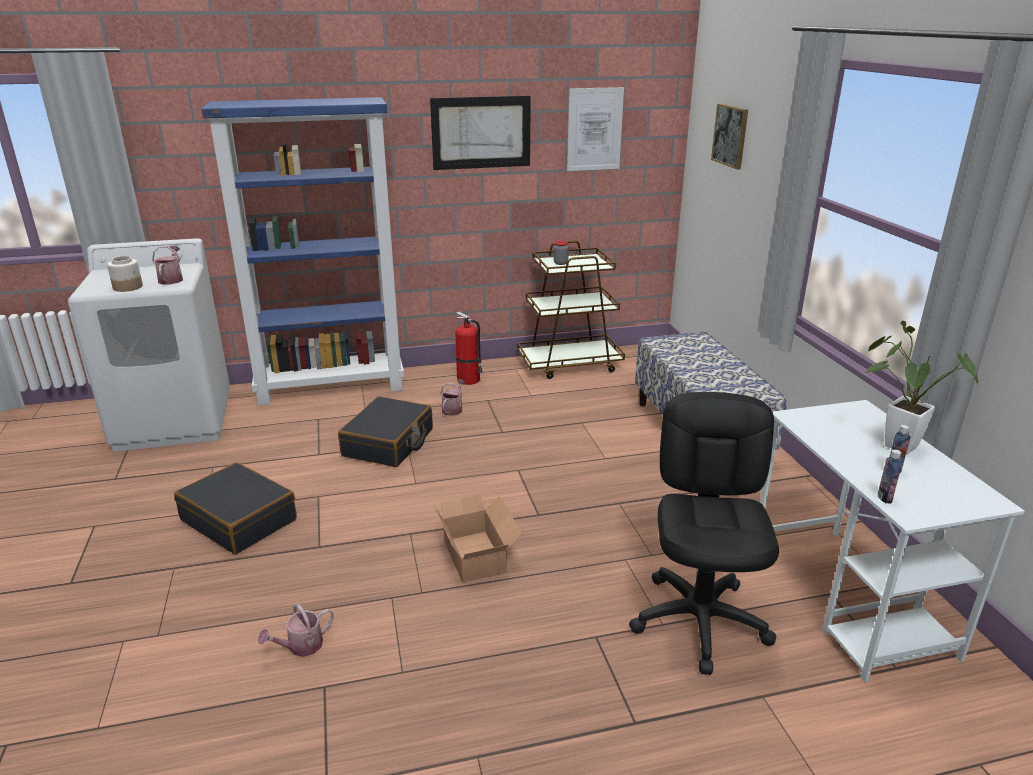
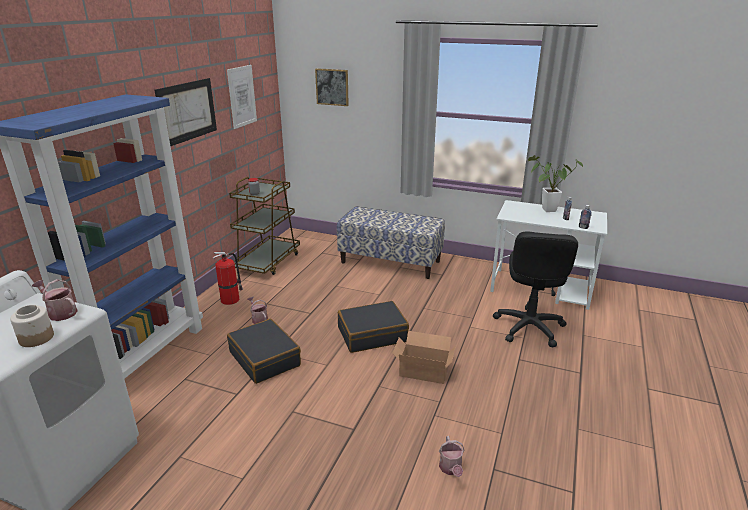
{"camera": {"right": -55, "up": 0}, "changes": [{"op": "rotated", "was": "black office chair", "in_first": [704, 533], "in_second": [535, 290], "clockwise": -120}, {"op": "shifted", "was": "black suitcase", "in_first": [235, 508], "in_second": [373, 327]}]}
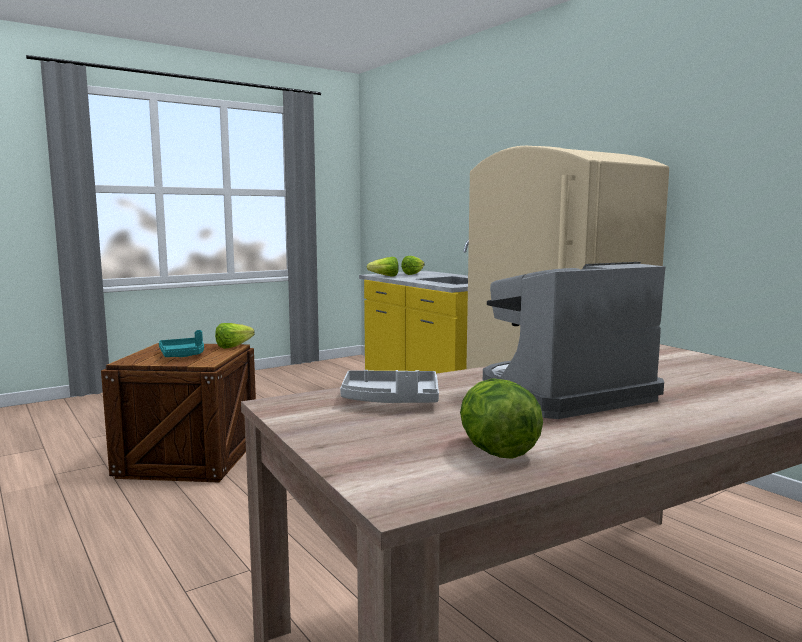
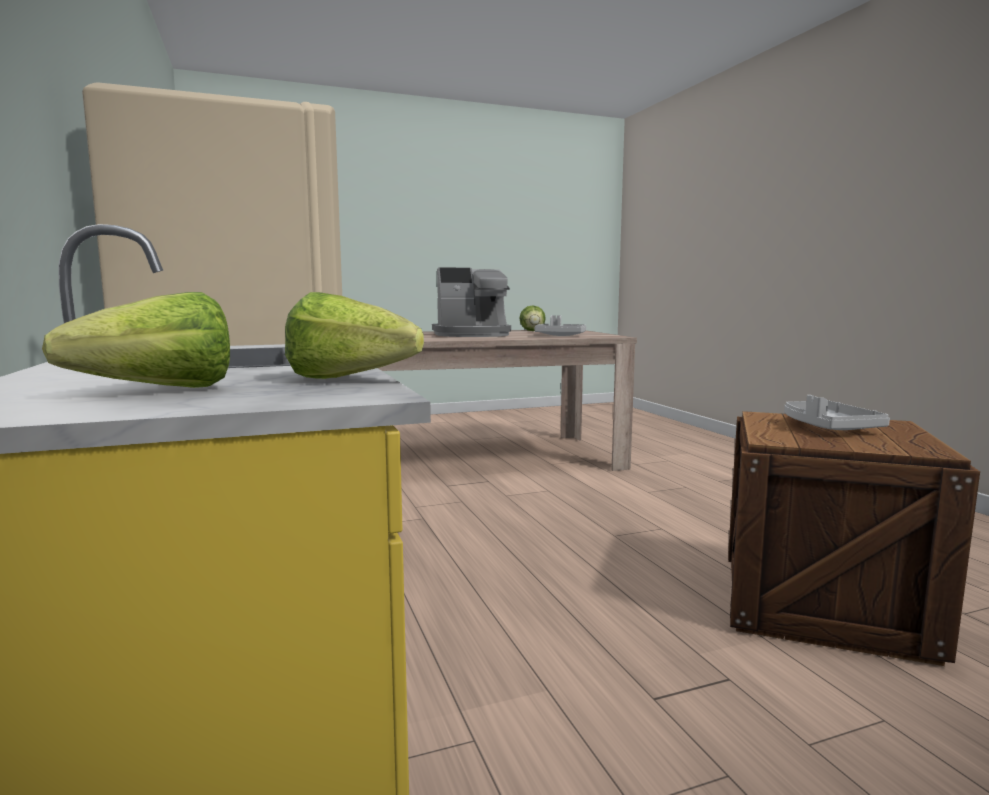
{"camera": {"right": -165, "up": 0}, "changes": [{"op": "gone", "was": "lettuce", "in_first": [235, 336]}, {"op": "repainted", "was": "turquoise tray", "now": "grey tray", "in_first": [181, 343], "in_second": [837, 412]}]}
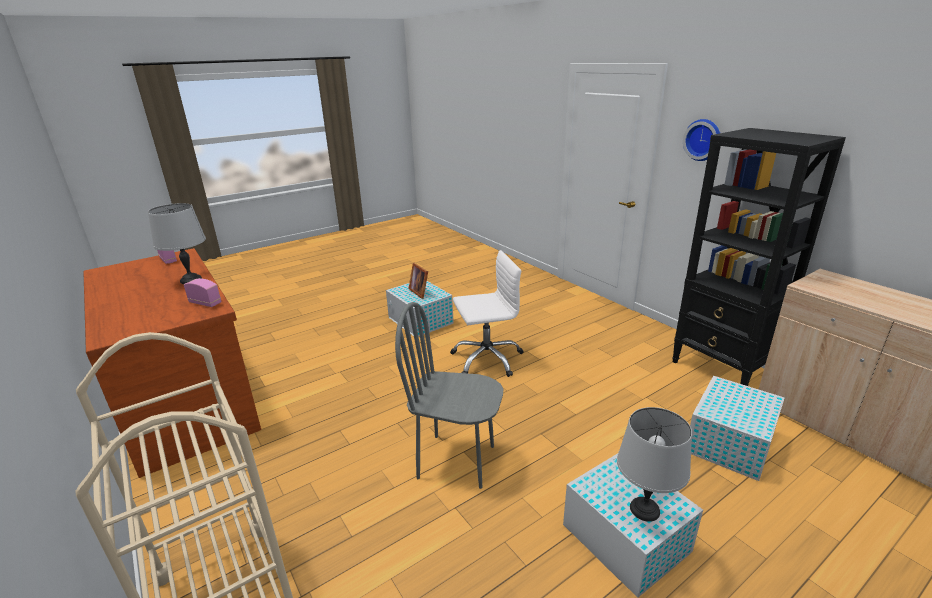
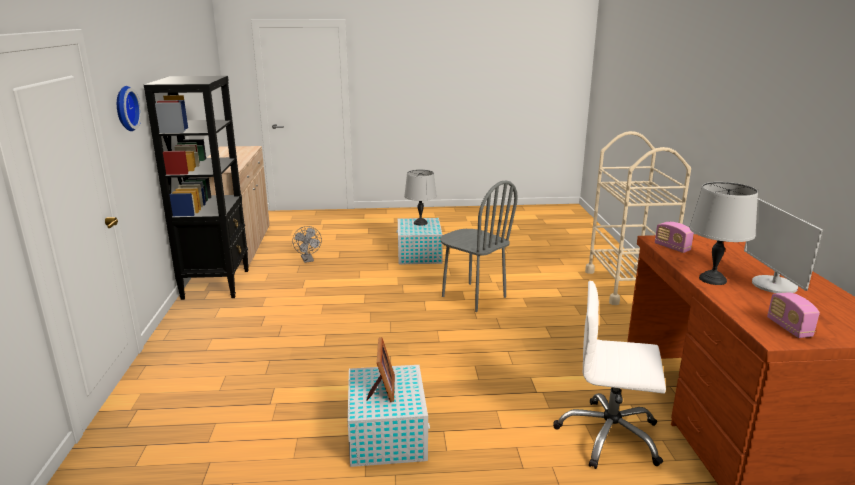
{"camera": {"right": -150, "up": -5}, "changes": [{"op": "shifted", "was": "white office chair", "in_first": [486, 313], "in_second": [609, 375]}, {"op": "swapped", "was": "white storage box", "now": "grey fan", "in_first": [737, 428], "in_second": [307, 244]}, {"op": "new", "now": "monitor", "in_second": [783, 245]}]}
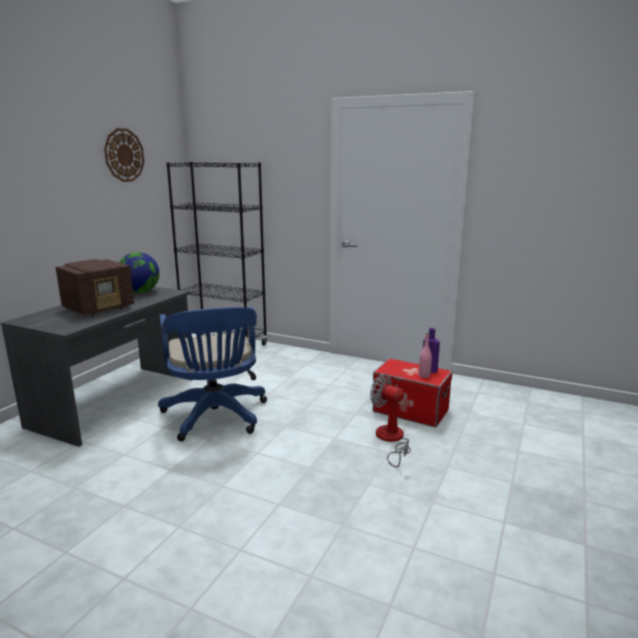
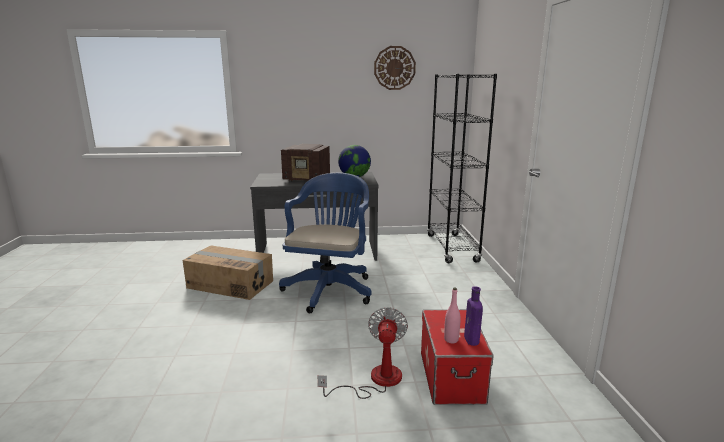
{"camera": {"right": 60, "up": 0}, "changes": [{"op": "rotated", "was": "blue office chair", "in_first": [212, 374], "in_second": [325, 243], "clockwise": 150}, {"op": "new", "now": "cardboard box", "in_second": [228, 272]}]}
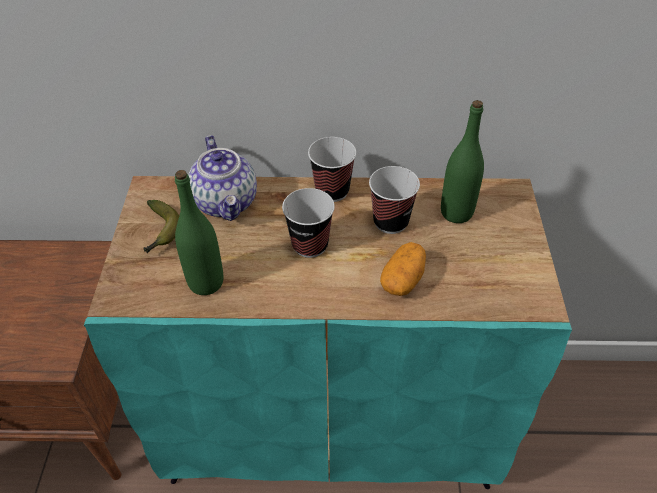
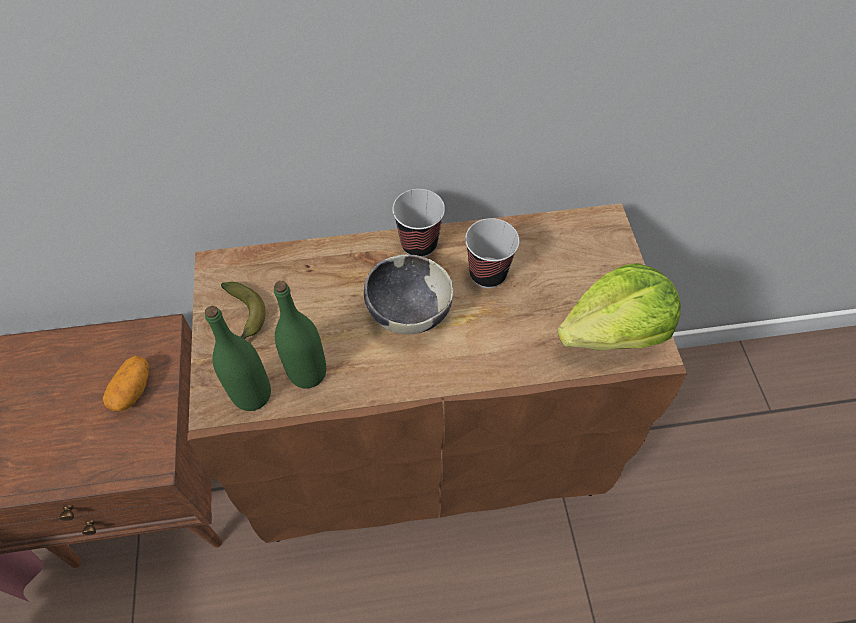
{"camera": {"right": -10, "up": 10}, "changes": [{"op": "shifted", "was": "green bottle", "in_first": [462, 161], "in_second": [238, 358]}, {"op": "gone", "was": "teapot", "in_first": [222, 178]}, {"op": "repainted", "was": "turquoise cabinet", "now": "brown cabinet", "in_first": [328, 332], "in_second": [437, 373]}, {"op": "swapped", "was": "cup", "now": "bowl", "in_first": [308, 223], "in_second": [408, 294]}, {"op": "shifted", "was": "potato", "in_first": [403, 269], "in_second": [126, 383]}, {"op": "new", "now": "lettuce", "in_second": [619, 306]}]}
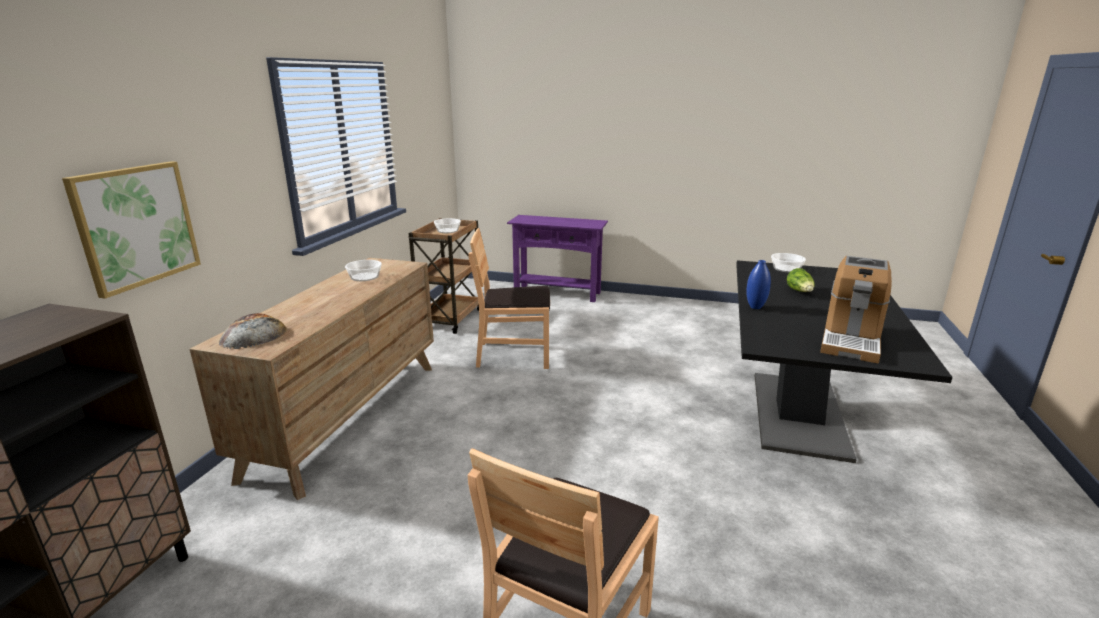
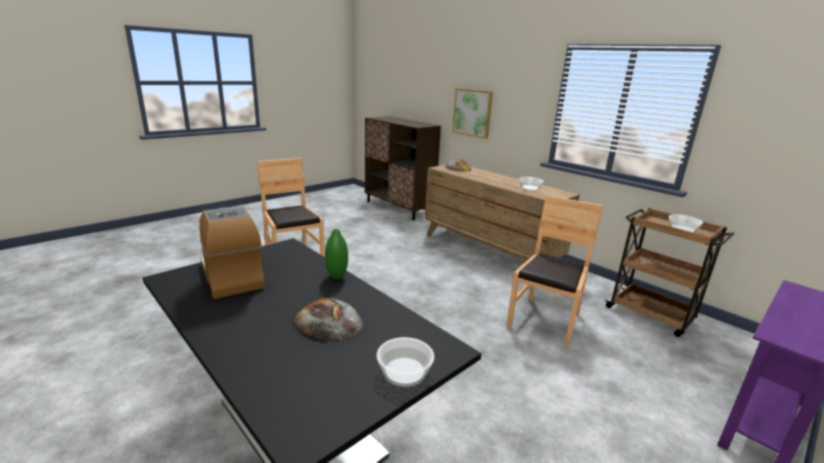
{"camera": {"right": 120, "up": 0}, "changes": [{"op": "repainted", "was": "blue vase", "now": "green vase", "in_first": [758, 284], "in_second": [336, 254]}, {"op": "swapped", "was": "lettuce", "now": "bread", "in_first": [801, 280], "in_second": [329, 319]}]}
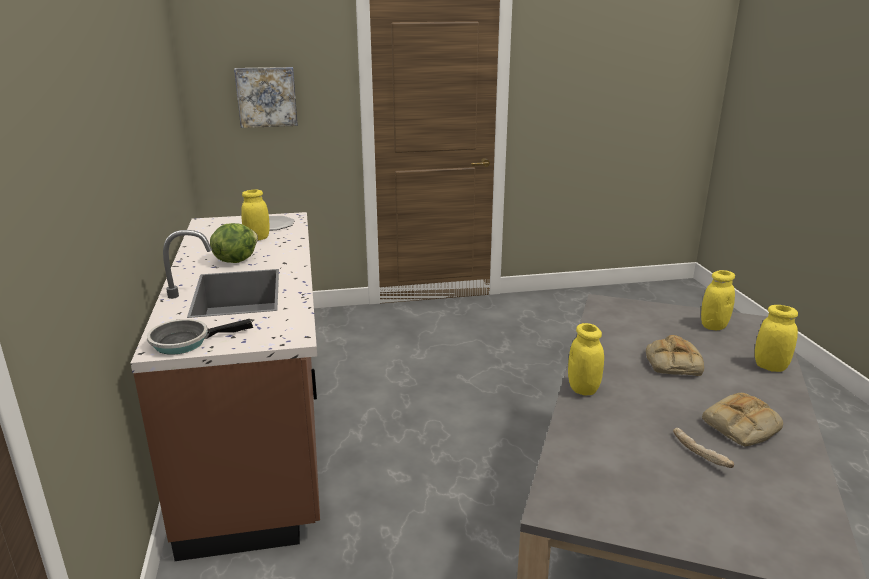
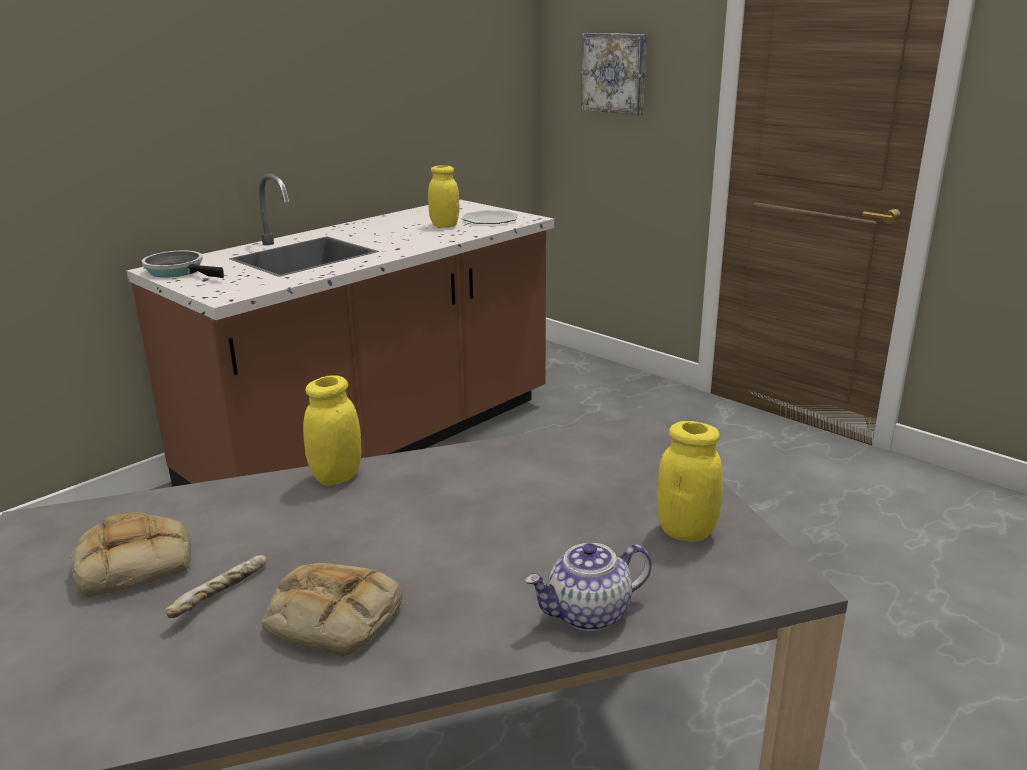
{"camera": {"right": 55, "up": 0}, "changes": [{"op": "gone", "was": "lettuce", "in_first": [234, 243]}, {"op": "swapped", "was": "yellow jar", "now": "teapot", "in_first": [776, 338], "in_second": [588, 587]}, {"op": "shifted", "was": "bread", "in_first": [675, 355], "in_second": [130, 555]}]}
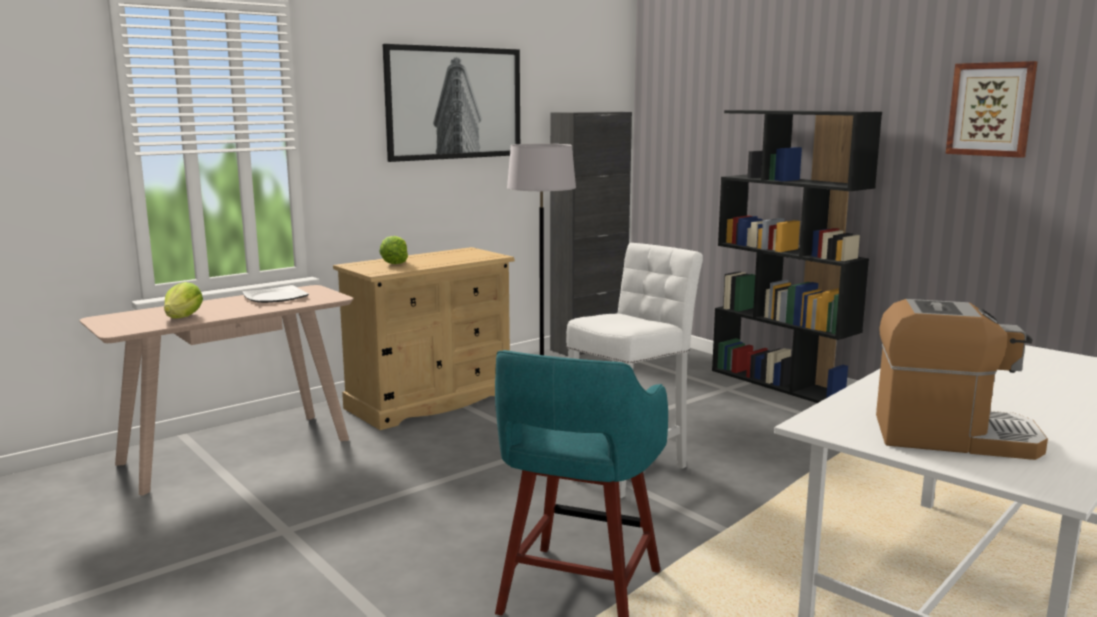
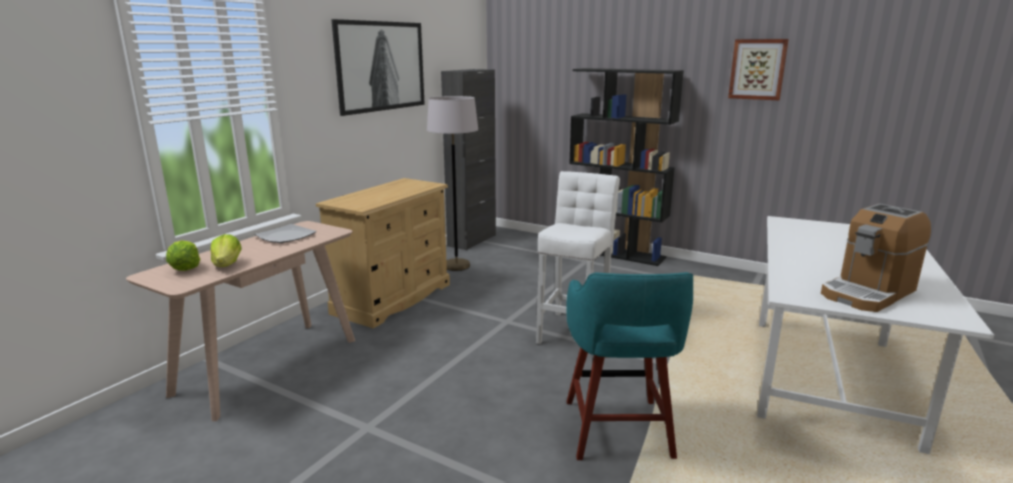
{"camera": {"right": -20, "up": 5}, "changes": [{"op": "shifted", "was": "lettuce", "in_first": [393, 250], "in_second": [183, 255]}, {"op": "rotated", "was": "coffee machine", "in_first": [962, 379], "in_second": [876, 257], "clockwise": 150}]}
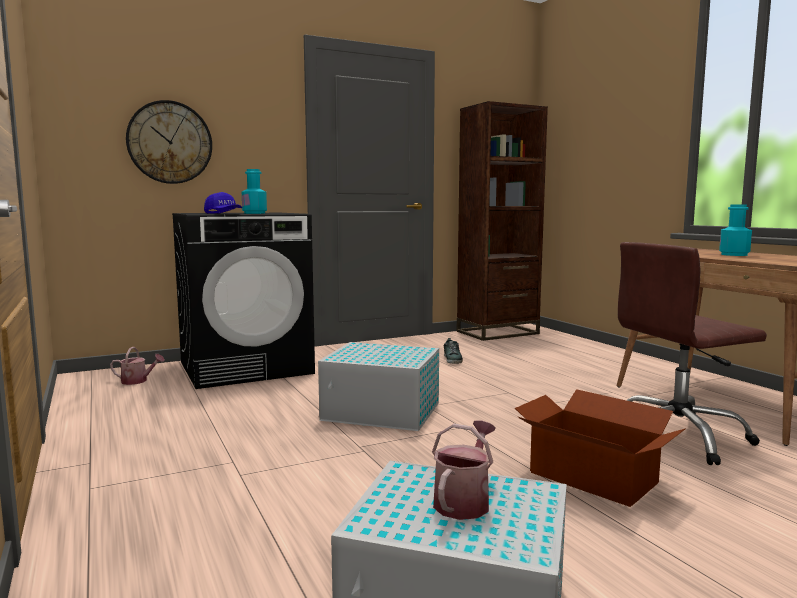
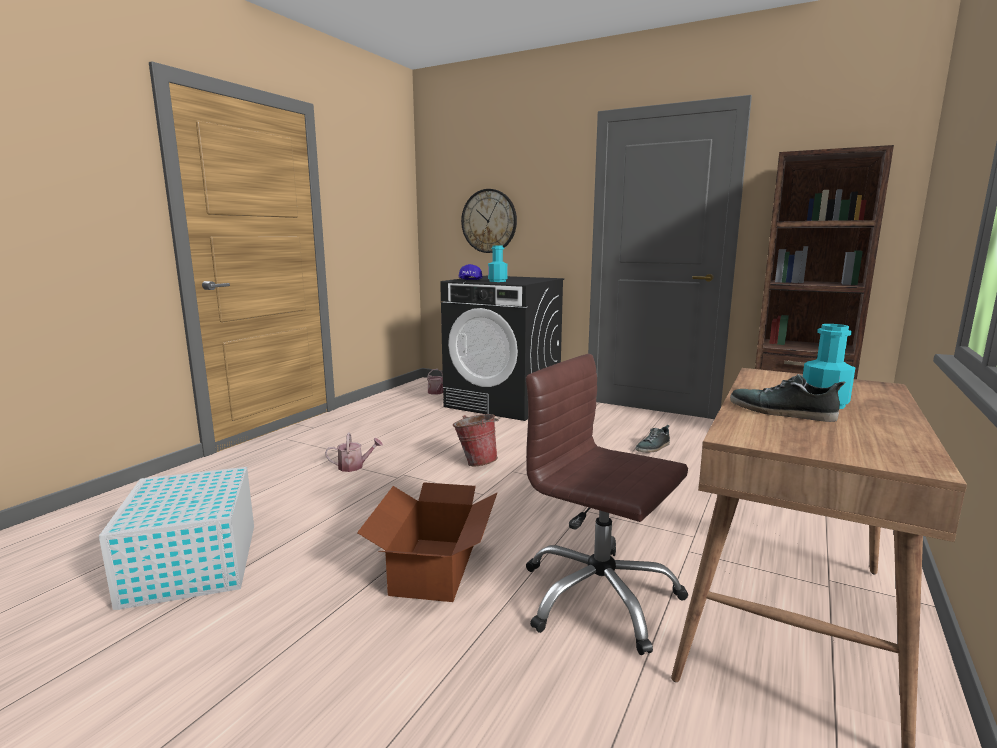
{"camera": {"right": 55, "up": 5}, "changes": [{"op": "swapped", "was": "white storage box", "now": "bucket", "in_first": [378, 386], "in_second": [476, 440]}, {"op": "shifted", "was": "watering can", "in_first": [464, 470], "in_second": [354, 452]}, {"op": "new", "now": "shoe", "in_second": [787, 398]}]}
